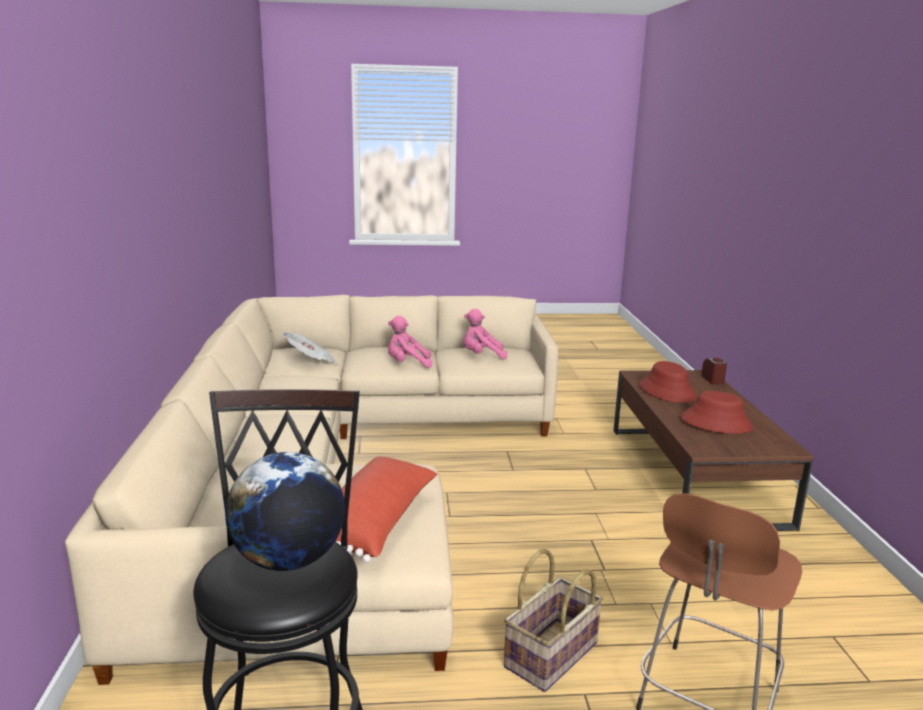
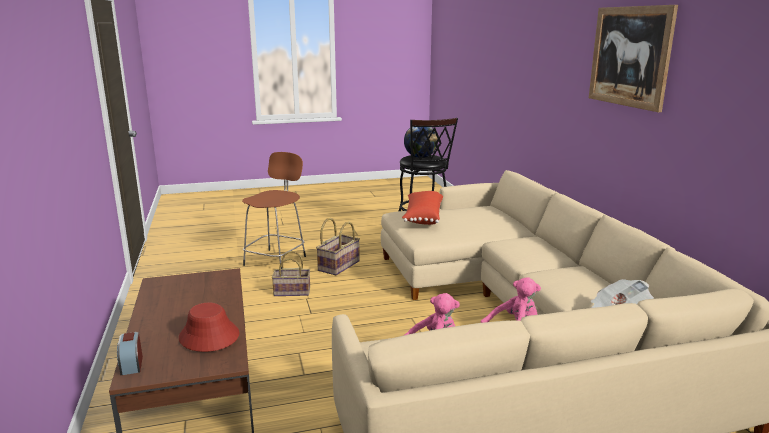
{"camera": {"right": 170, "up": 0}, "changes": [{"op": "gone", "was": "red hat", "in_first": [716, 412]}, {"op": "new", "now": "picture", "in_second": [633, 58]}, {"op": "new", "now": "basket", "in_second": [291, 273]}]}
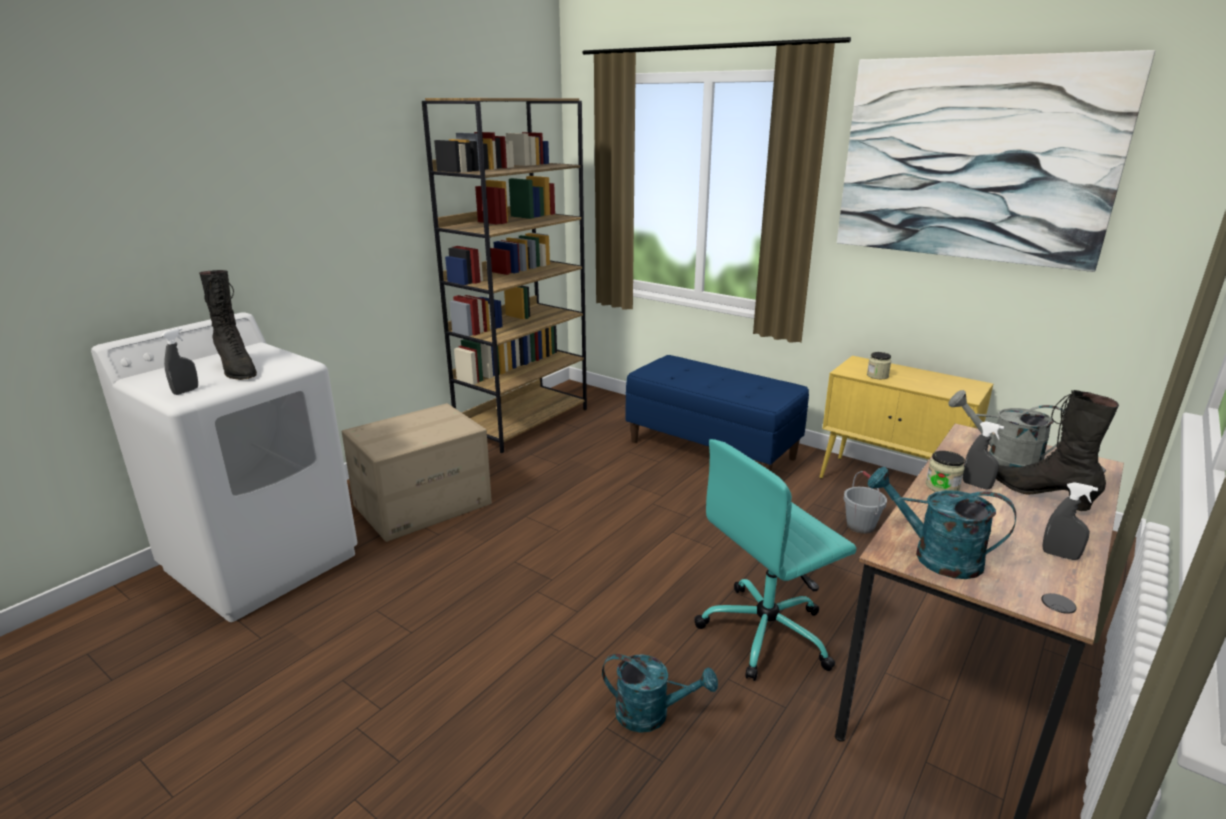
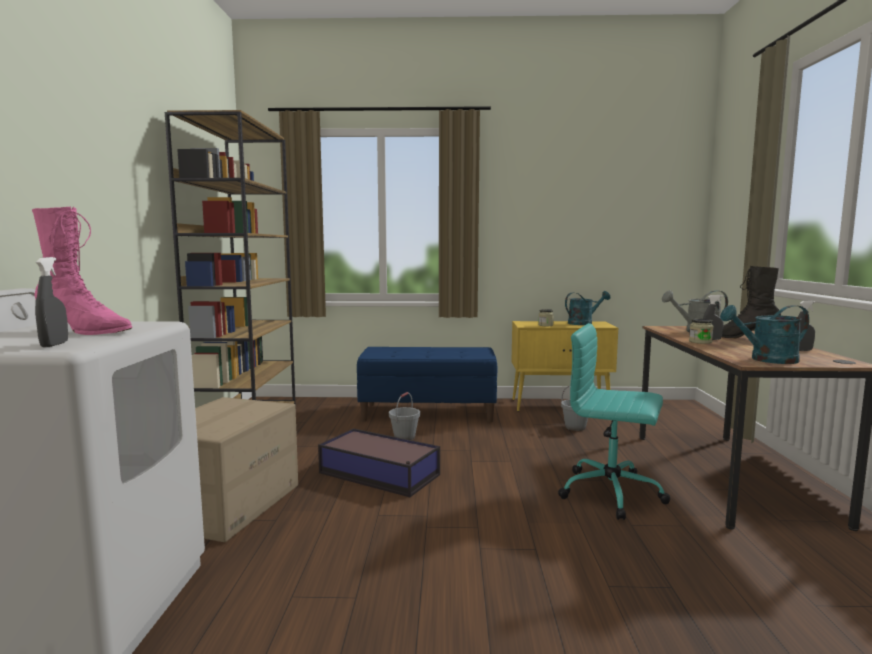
{"camera": {"right": -35, "up": -15}, "changes": [{"op": "gone", "was": "picture", "in_first": [996, 161]}, {"op": "repainted", "was": "black boot", "now": "pink boot", "in_first": [228, 325], "in_second": [82, 270]}, {"op": "rotated", "was": "turquoise office chair", "in_first": [775, 560], "in_second": [614, 421], "clockwise": 90}, {"op": "shifted", "was": "turquoise watering can", "in_first": [660, 693], "in_second": [587, 308]}, {"op": "new", "now": "grey bucket", "in_second": [404, 416]}, {"op": "new", "now": "storage box", "in_second": [379, 462]}]}
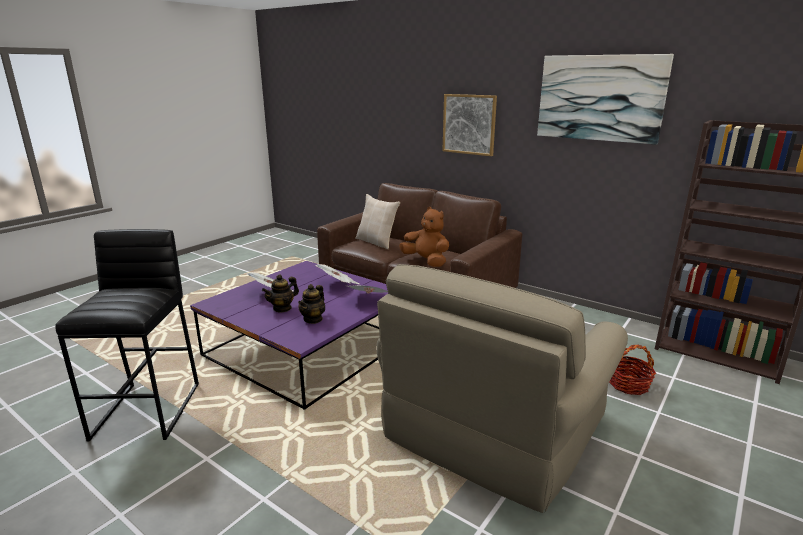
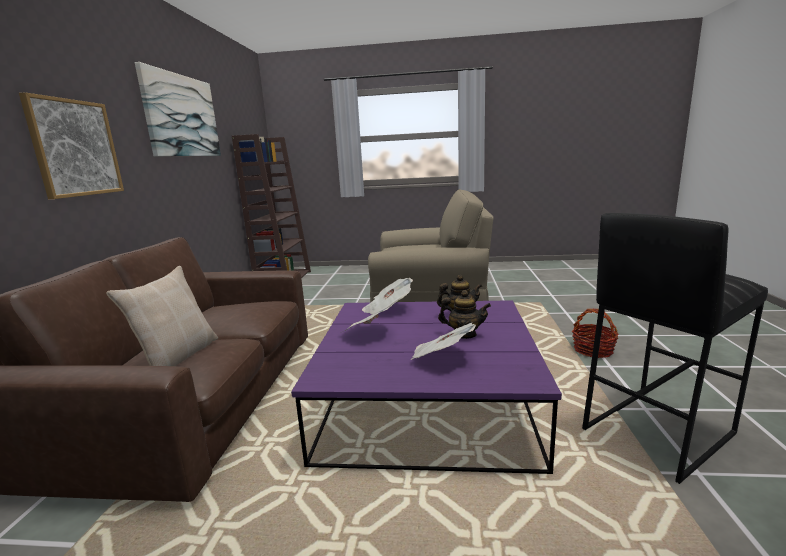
{"camera": {"right": -120, "up": -5}, "changes": [{"op": "gone", "was": "brown plush toy", "in_first": [424, 237]}, {"op": "shifted", "was": "basket", "in_first": [632, 370], "in_second": [595, 333]}]}
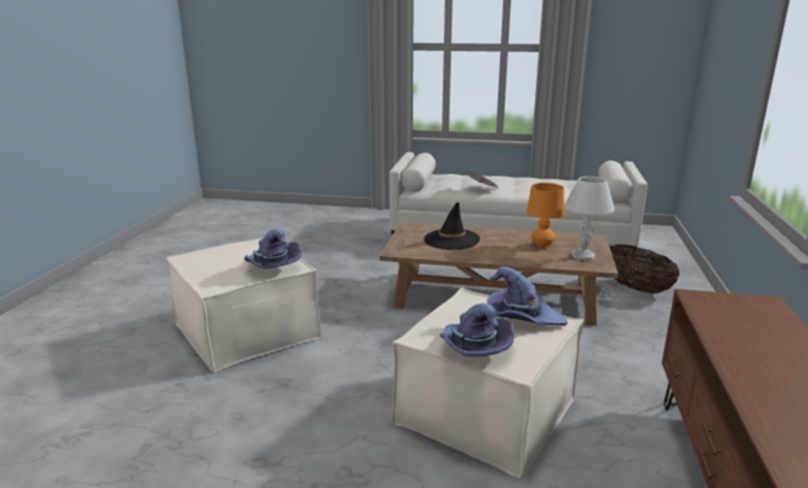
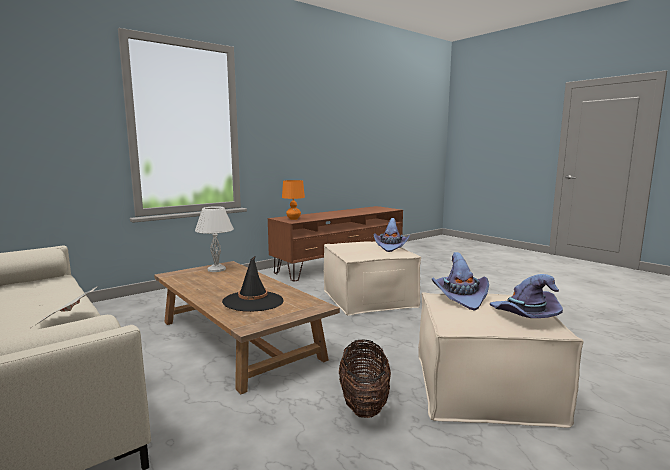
{"camera": {"right": -140, "up": -10}, "changes": [{"op": "shifted", "was": "orange table lamp", "in_first": [545, 215], "in_second": [293, 200]}, {"op": "shifted", "was": "basket", "in_first": [644, 269], "in_second": [365, 378]}, {"op": "shifted", "was": "purple hat", "in_first": [527, 296], "in_second": [526, 296]}]}
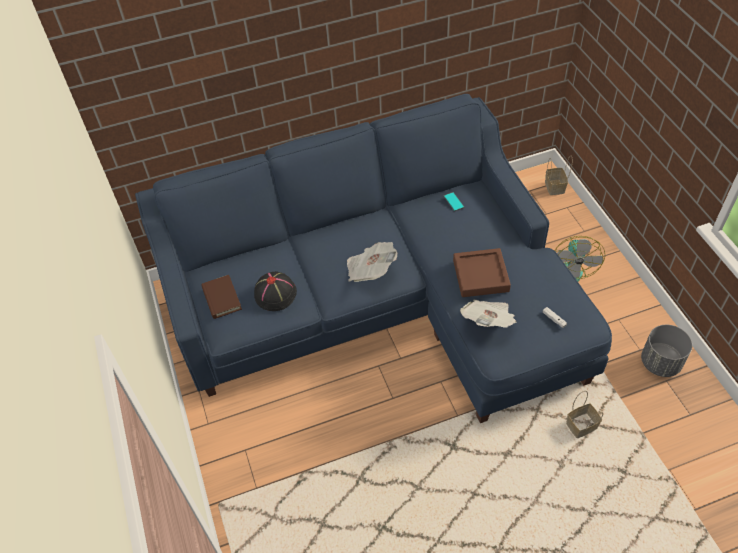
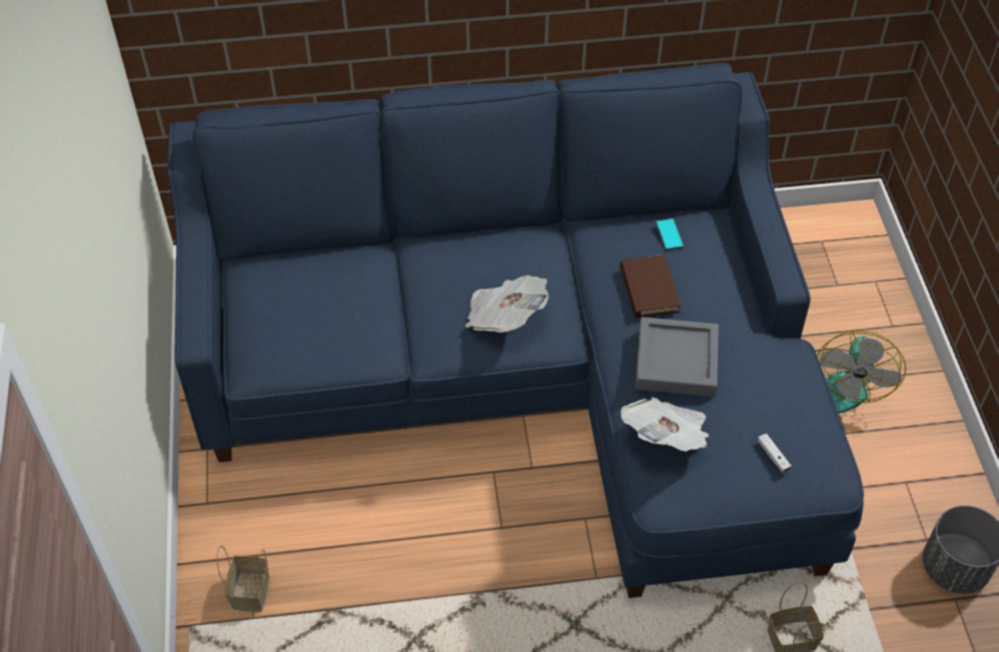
{"camera": {"right": 10, "up": 0}, "changes": [{"op": "shifted", "was": "basket", "in_first": [558, 175], "in_second": [243, 579]}, {"op": "repainted", "was": "brown tray", "now": "grey tray", "in_first": [482, 272], "in_second": [677, 357]}, {"op": "gone", "was": "black hat", "in_first": [275, 291]}, {"op": "shifted", "was": "brown book", "in_first": [221, 297], "in_second": [650, 286]}]}
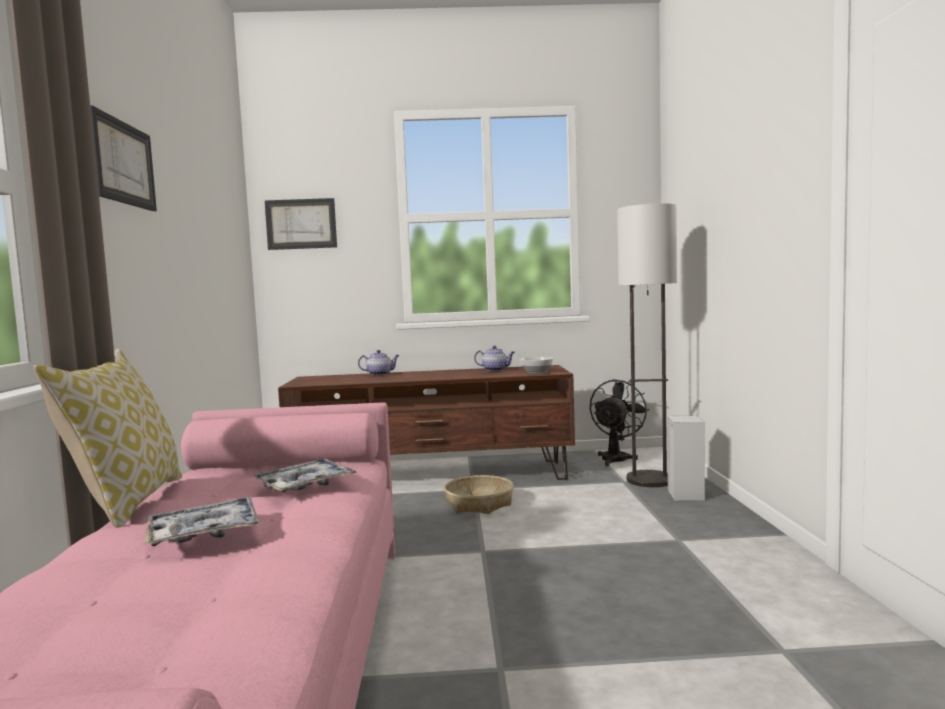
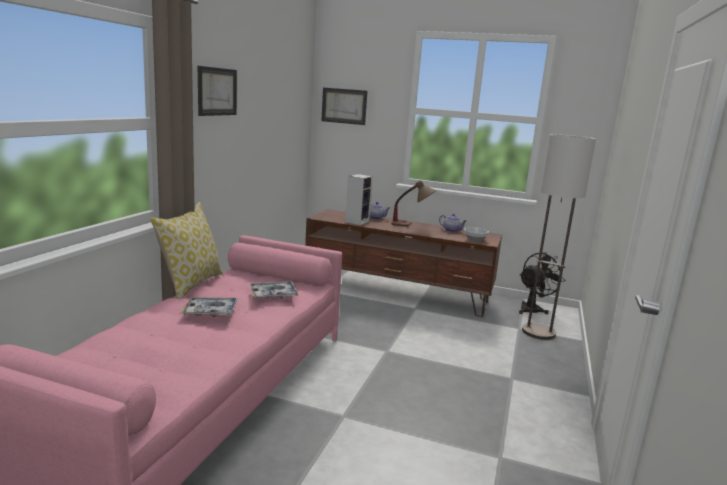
{"camera": {"right": 20, "up": 10}, "changes": [{"op": "shifted", "was": "speaker", "in_first": [686, 457], "in_second": [359, 199]}, {"op": "gone", "was": "basket", "in_first": [478, 494]}, {"op": "new", "now": "table lamp", "in_second": [414, 204]}]}
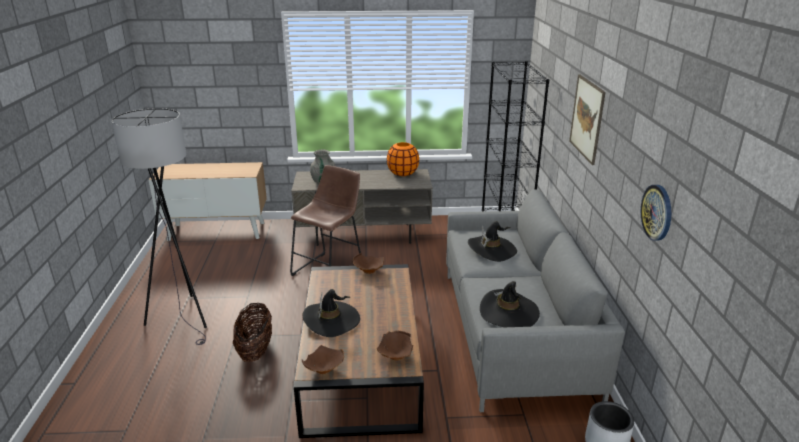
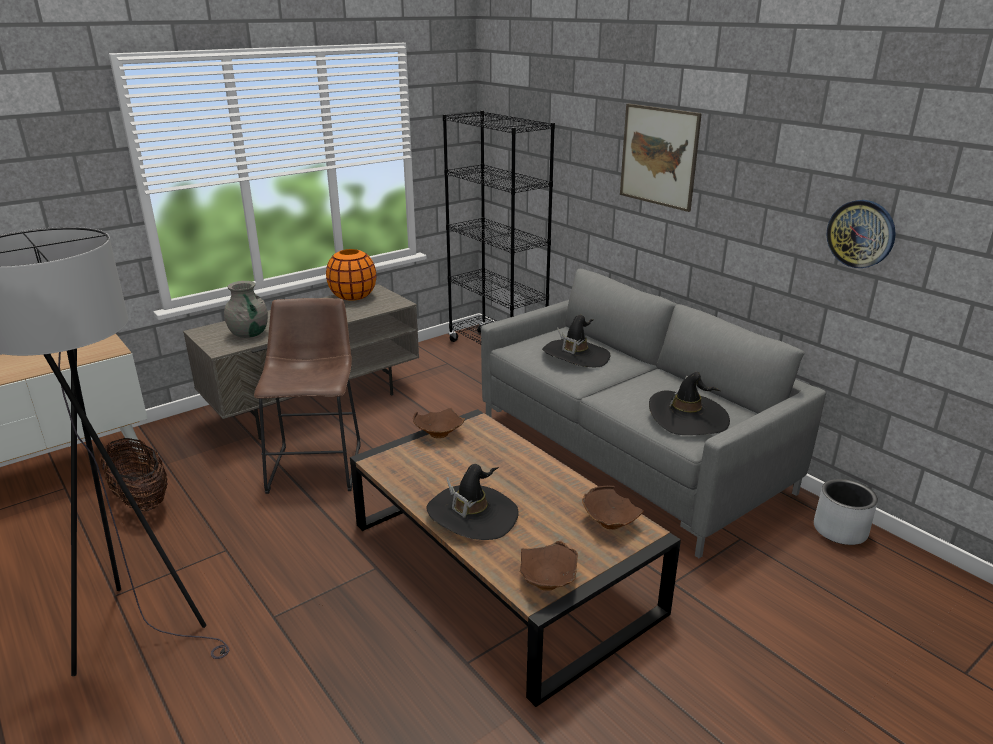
{"camera": {"right": -35, "up": 0}, "changes": [{"op": "shifted", "was": "basket", "in_first": [252, 332], "in_second": [134, 475]}]}
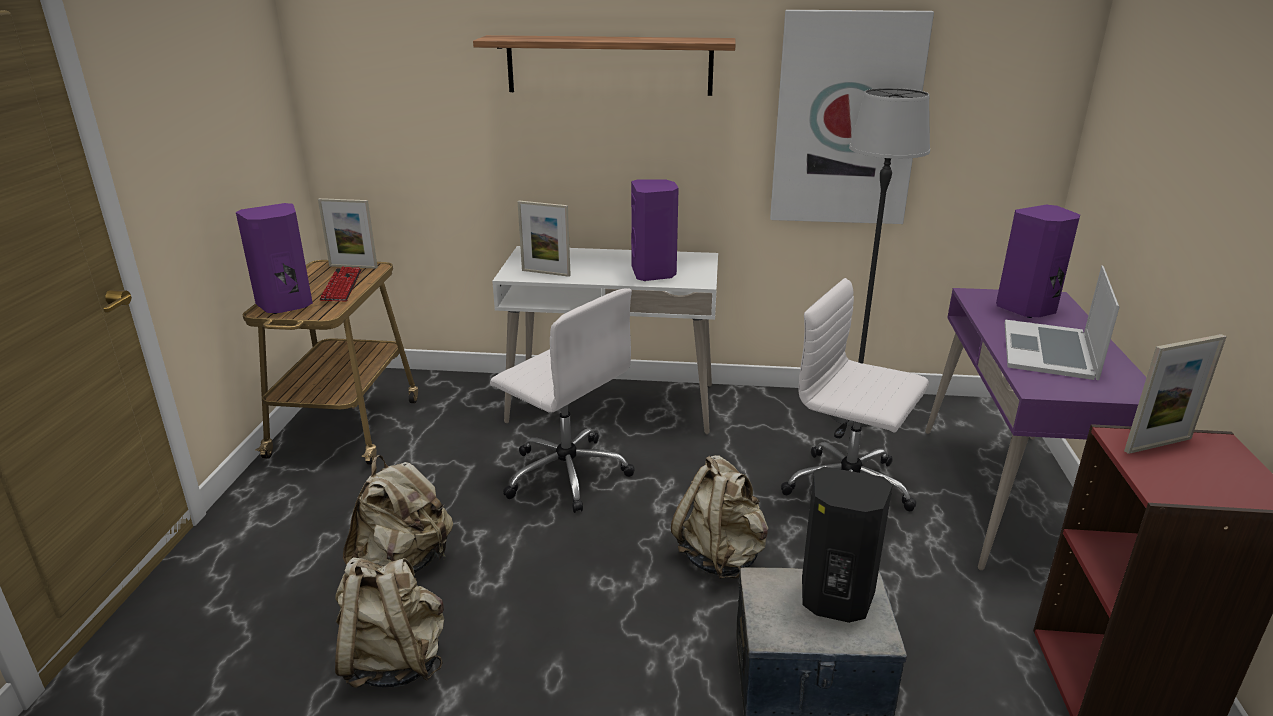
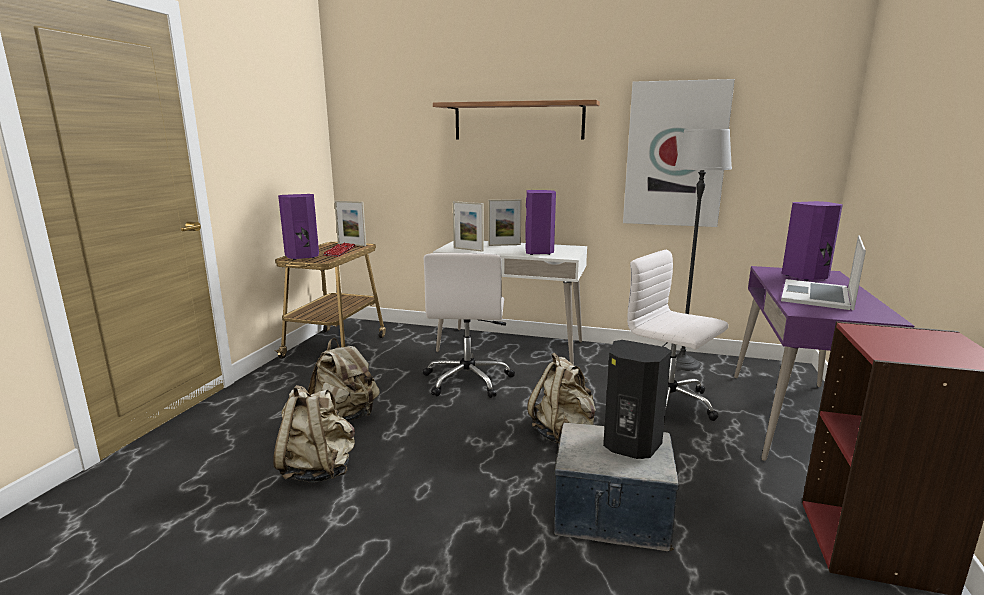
{"camera": {"right": 10, "up": -10}, "changes": [{"op": "rotated", "was": "white office chair", "in_first": [562, 400], "in_second": [469, 325], "clockwise": 45}, {"op": "shifted", "was": "picture frame", "in_first": [1175, 394], "in_second": [505, 222]}]}
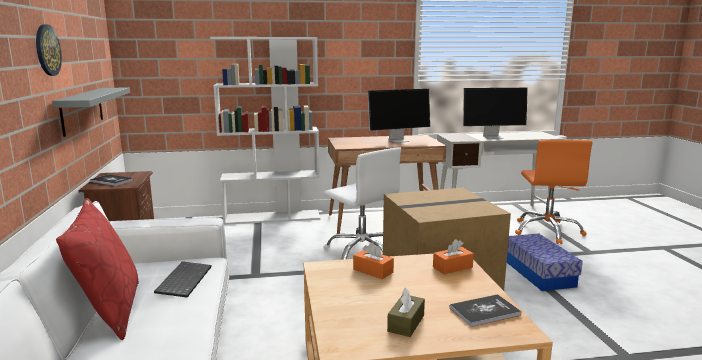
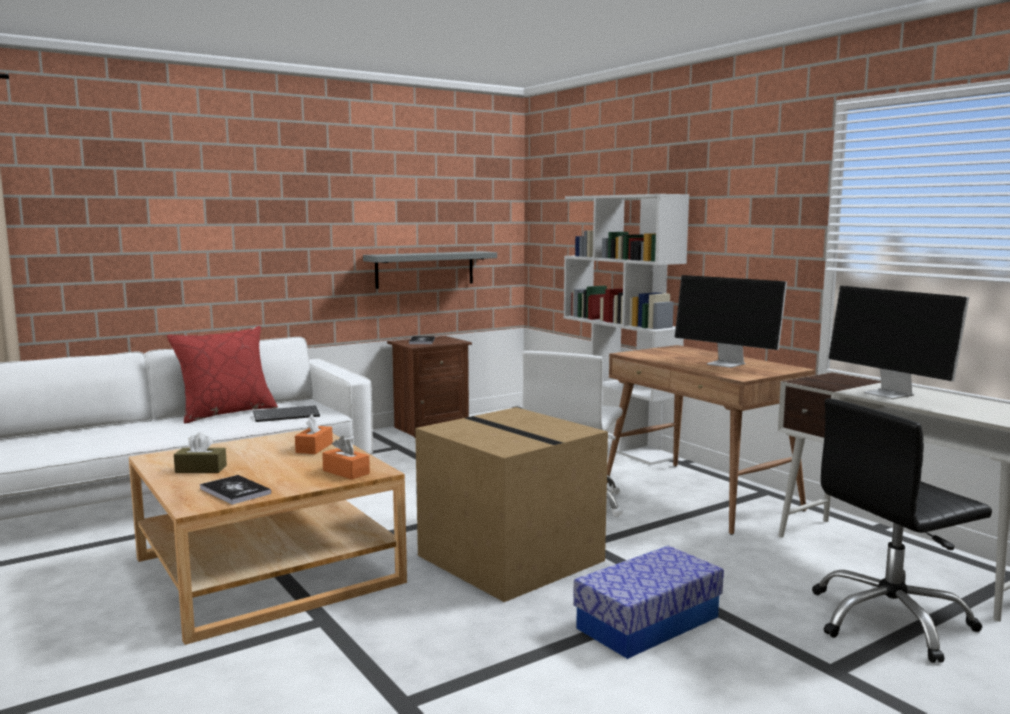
{"camera": {"right": 65, "up": -5}, "changes": [{"op": "gone", "was": "wall clock", "in_first": [49, 50]}, {"op": "repainted", "was": "orange office chair", "now": "black office chair", "in_first": [554, 192], "in_second": [902, 530]}]}
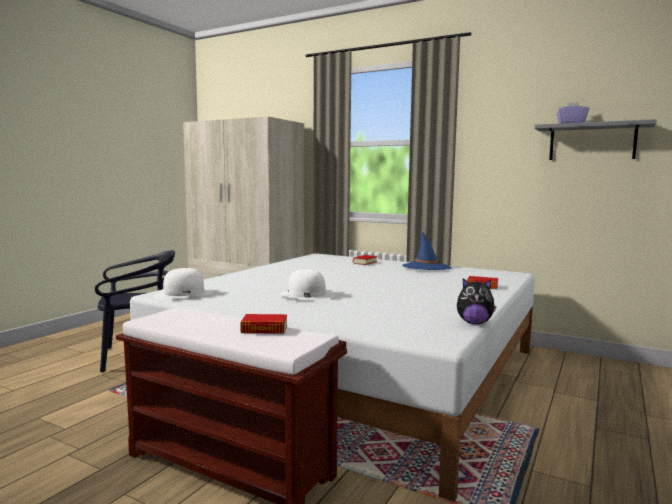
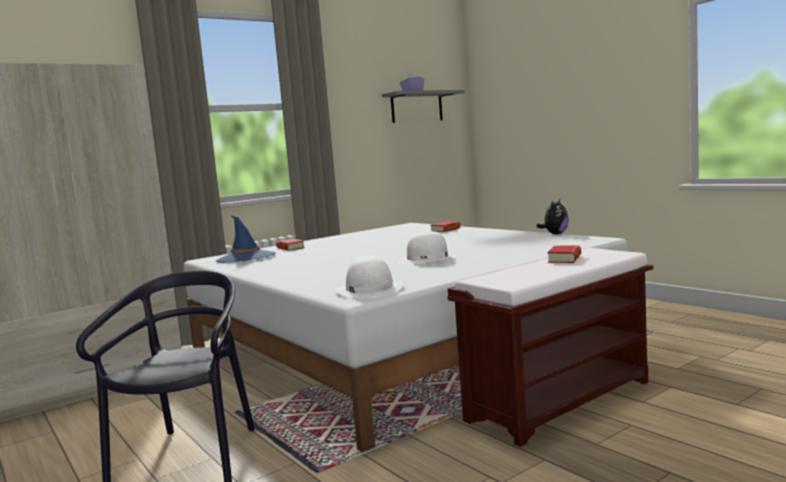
{"camera": {"right": -65, "up": 0}, "changes": [{"op": "shifted", "was": "blue hat", "in_first": [427, 250], "in_second": [246, 239]}]}
